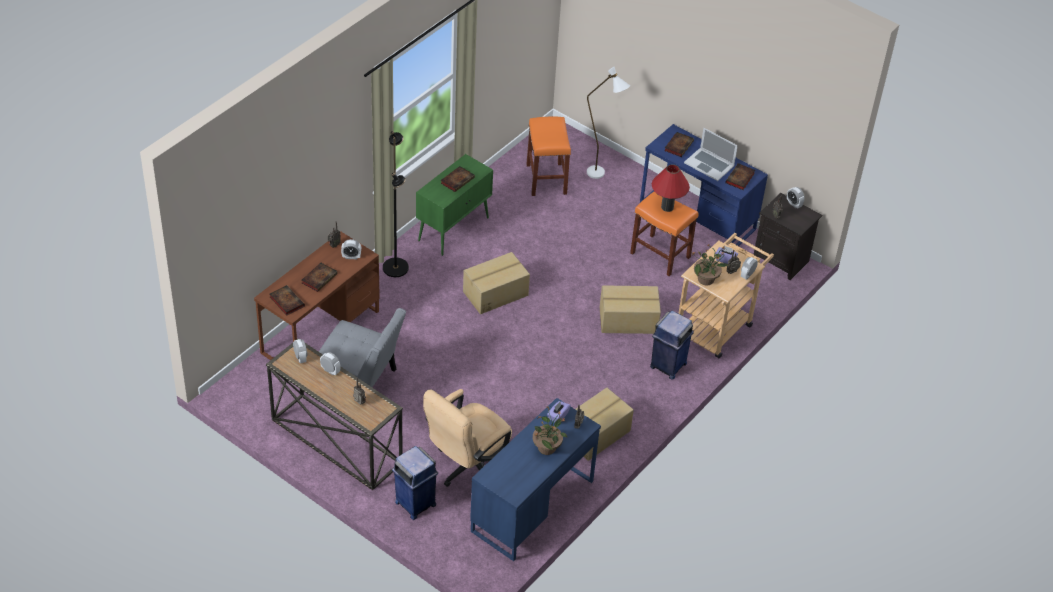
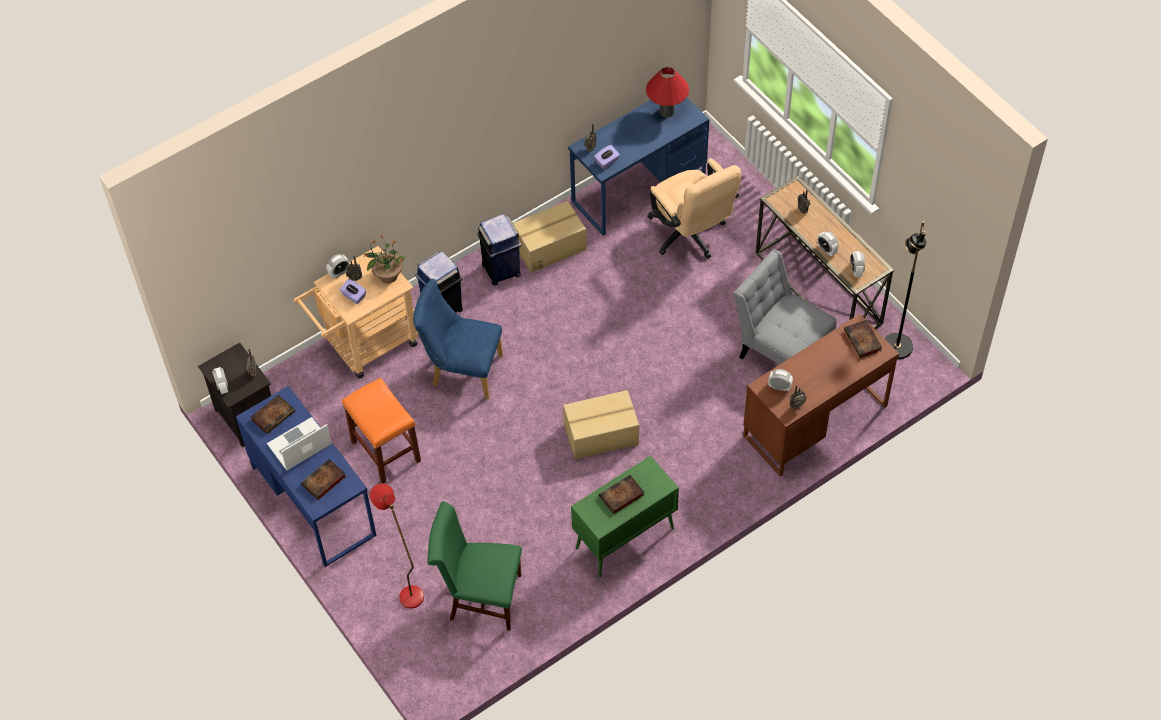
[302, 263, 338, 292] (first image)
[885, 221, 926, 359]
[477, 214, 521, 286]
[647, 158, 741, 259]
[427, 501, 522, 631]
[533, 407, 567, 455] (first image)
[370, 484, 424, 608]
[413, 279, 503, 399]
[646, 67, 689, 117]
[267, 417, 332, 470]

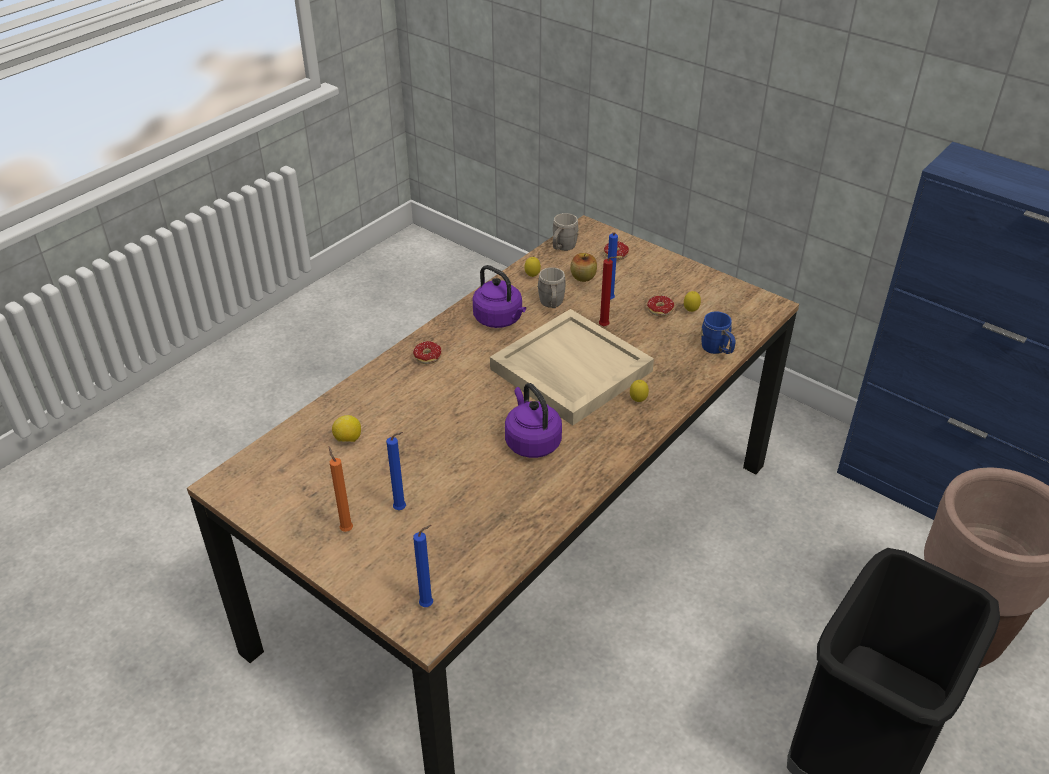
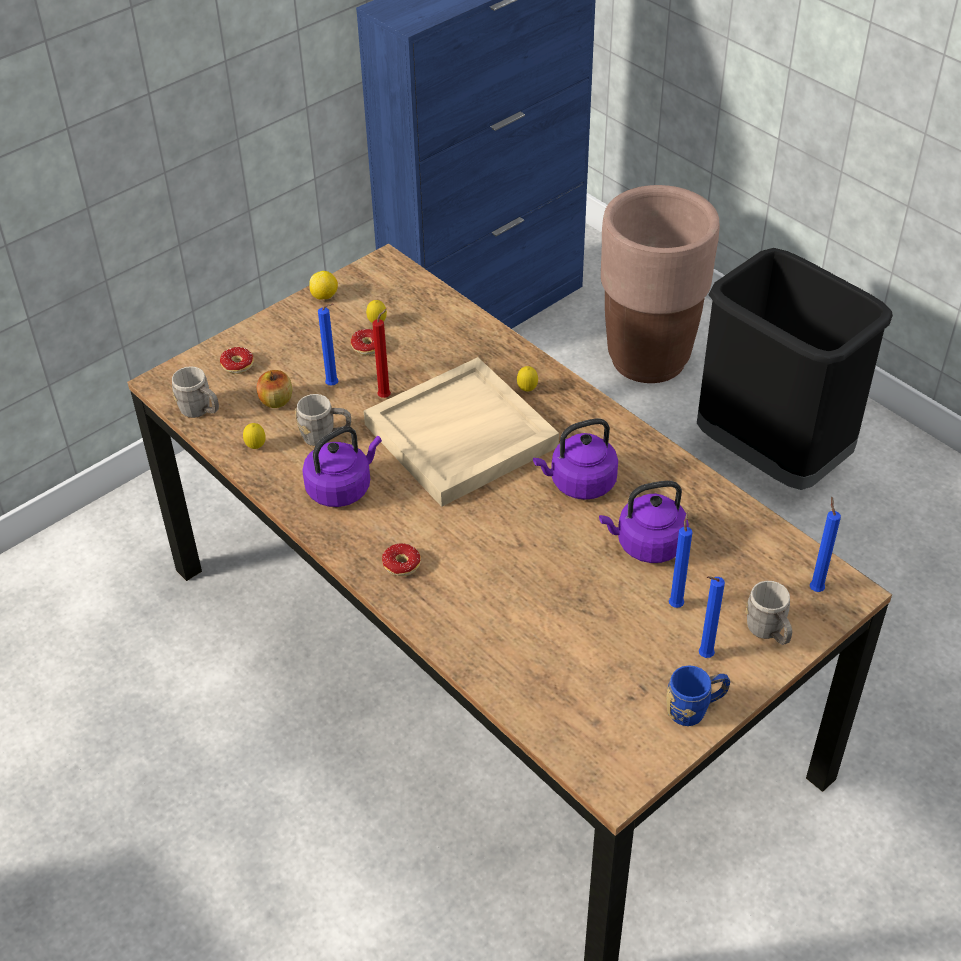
[699, 576, 725, 658]
[309, 271, 338, 300]
[666, 665, 730, 726]
[599, 481, 689, 563]
[745, 581, 792, 645]

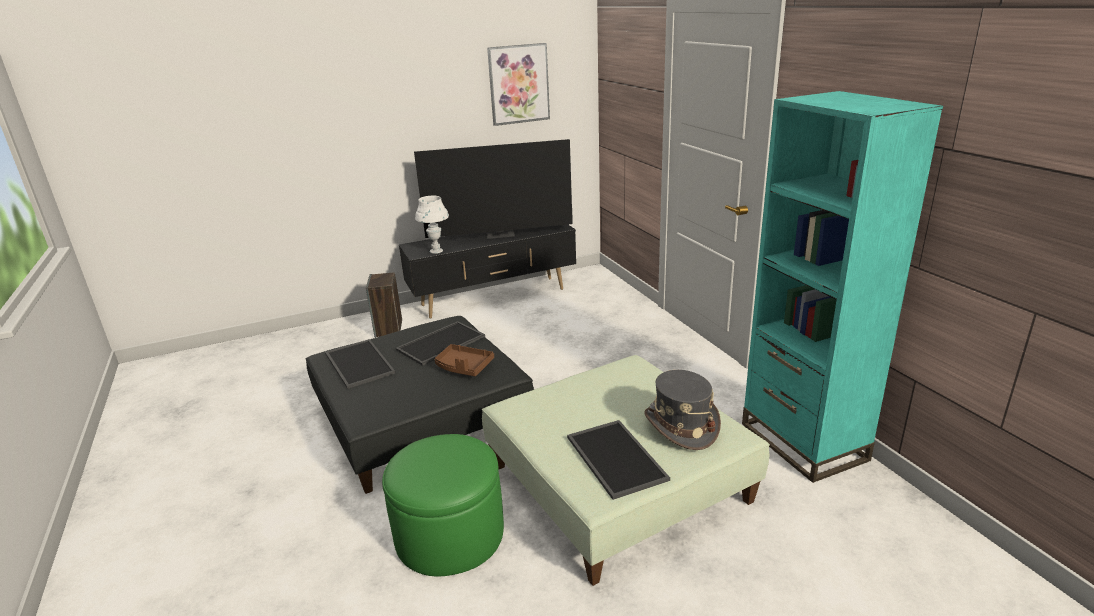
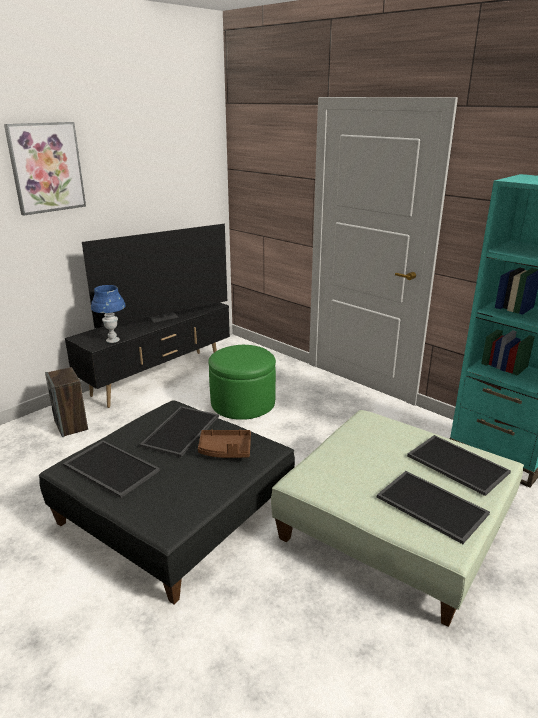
[208, 345, 276, 420]
[91, 285, 126, 343]
[4, 122, 86, 215]
[407, 435, 511, 496]

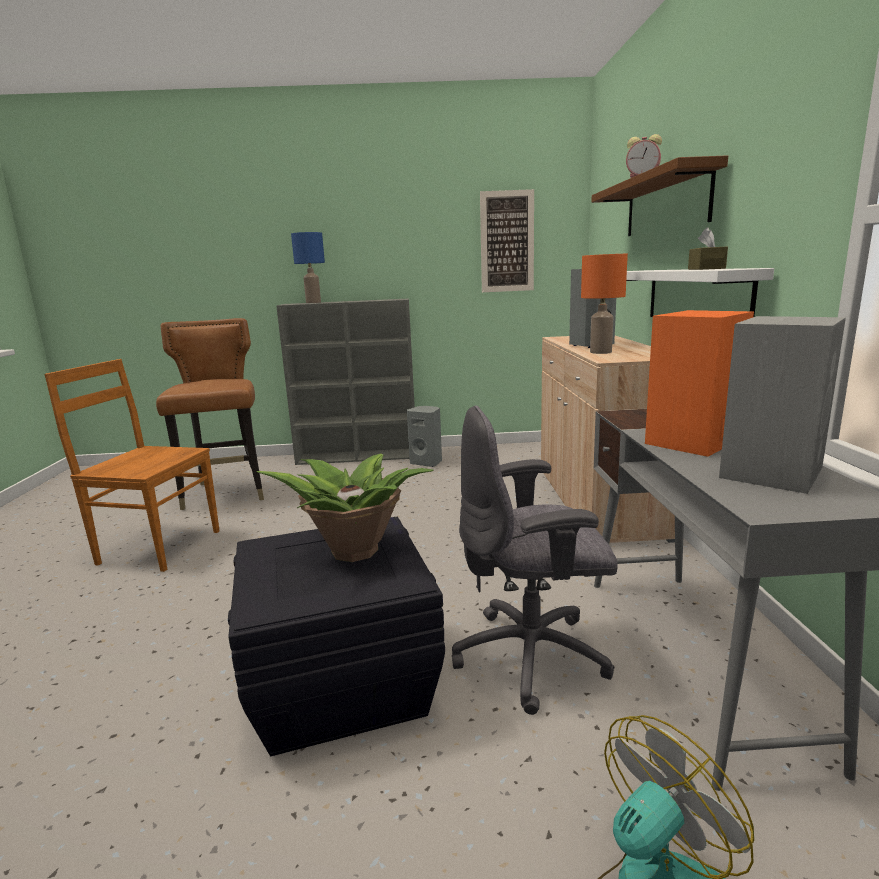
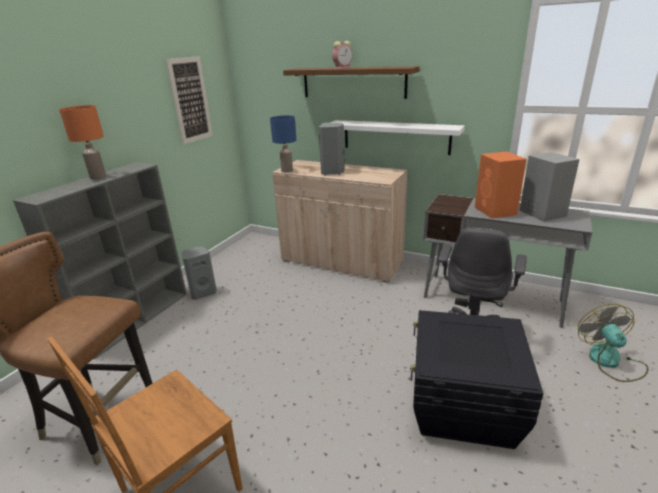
[257, 454, 433, 562] (first image)
[270, 115, 296, 173]
[59, 105, 106, 180]
[688, 227, 728, 270] (first image)

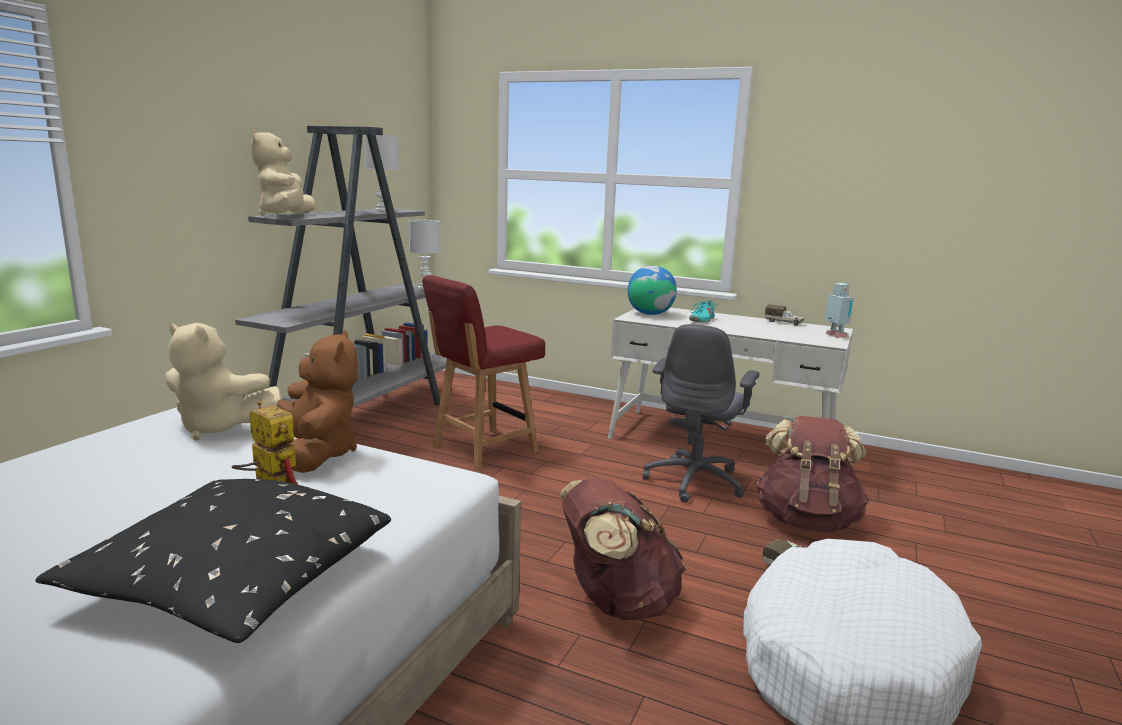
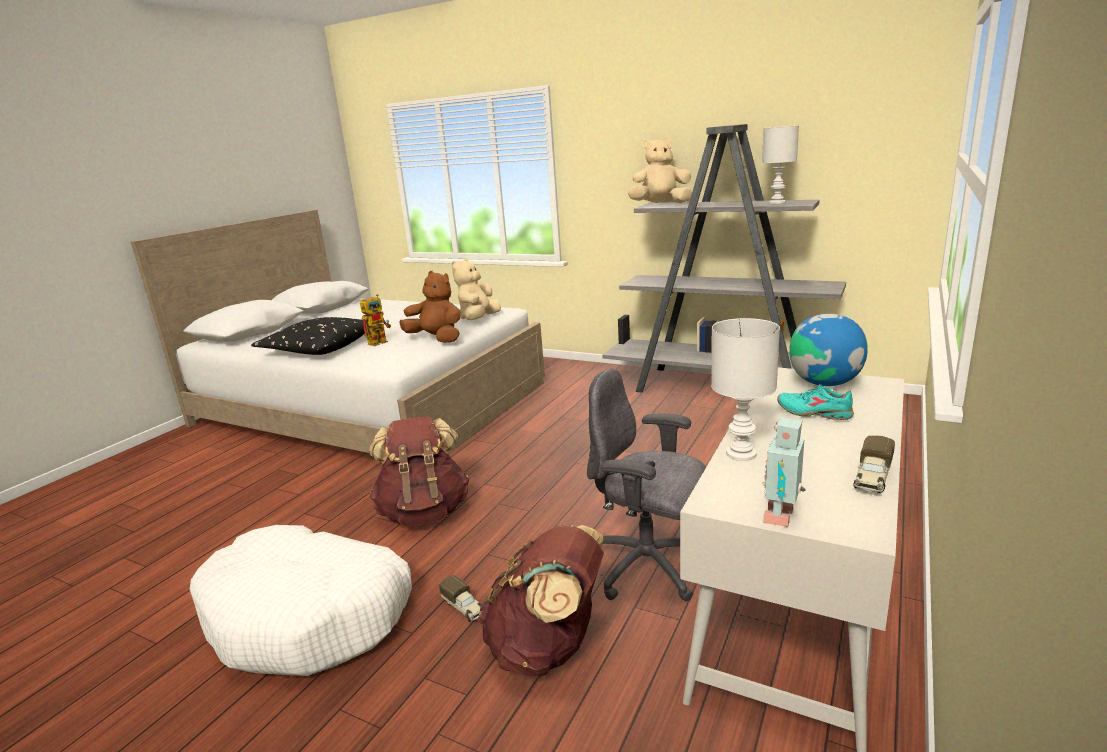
[400, 271, 461, 343]
[711, 318, 780, 461]
[422, 275, 545, 471] (first image)
[762, 417, 805, 527]

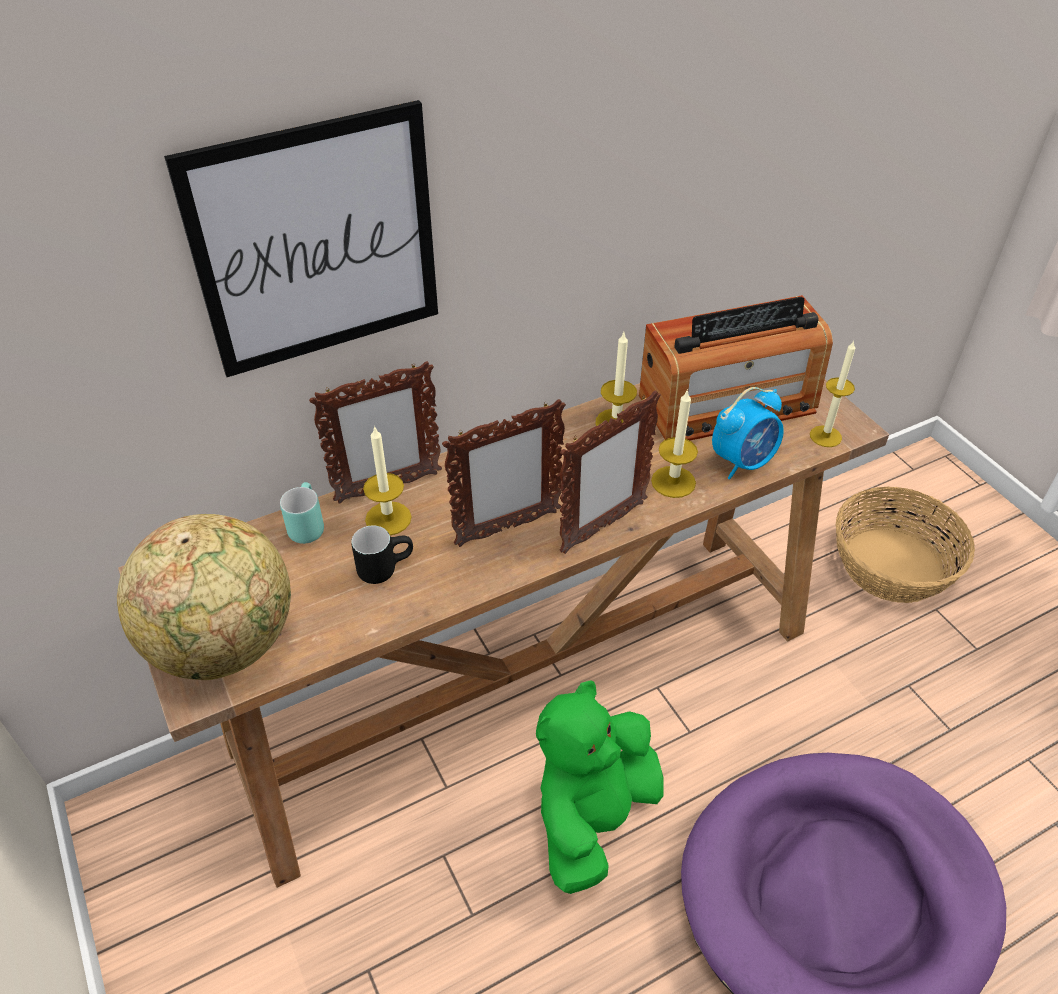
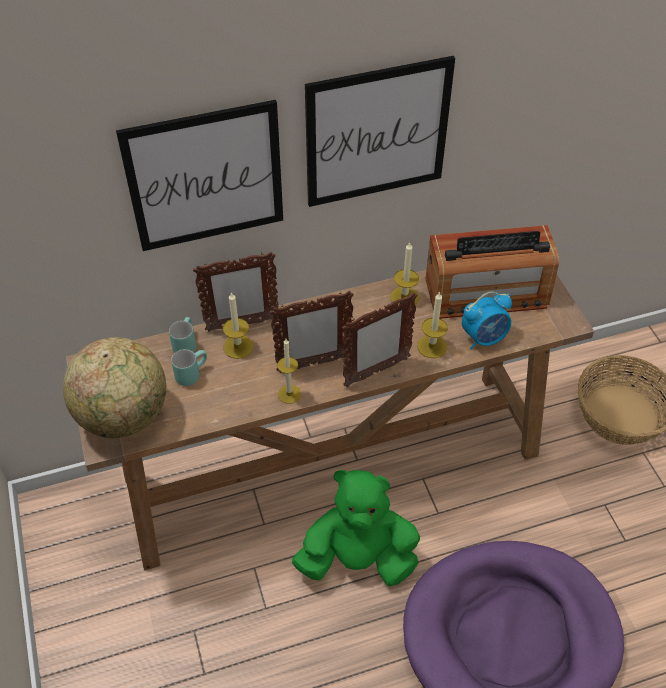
[351, 526, 413, 584] (first image)
[292, 470, 420, 586]
[277, 339, 301, 404]
[171, 349, 207, 386]
[305, 56, 455, 207]

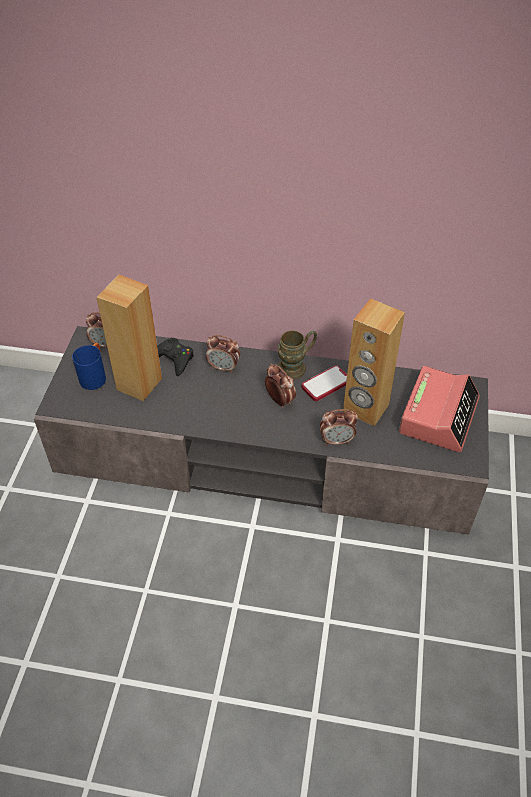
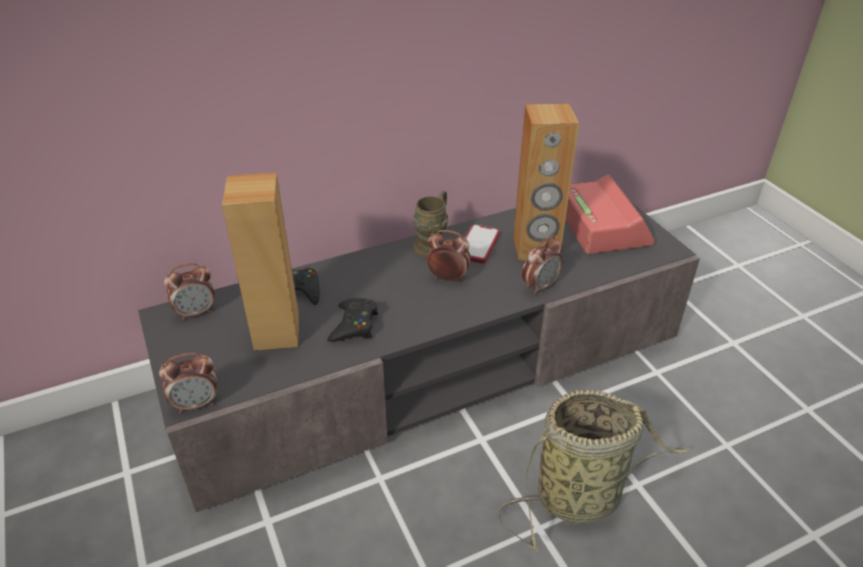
[72, 343, 106, 390] (first image)
[159, 353, 217, 413]
[327, 298, 378, 342]
[497, 390, 690, 552]

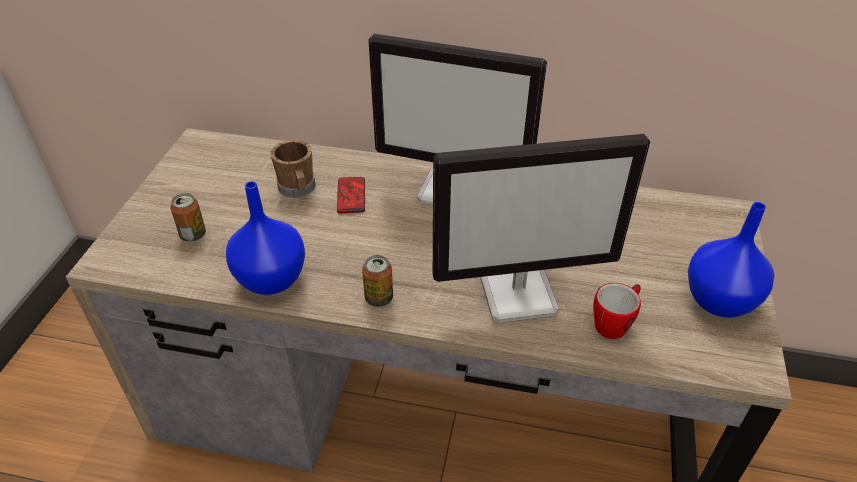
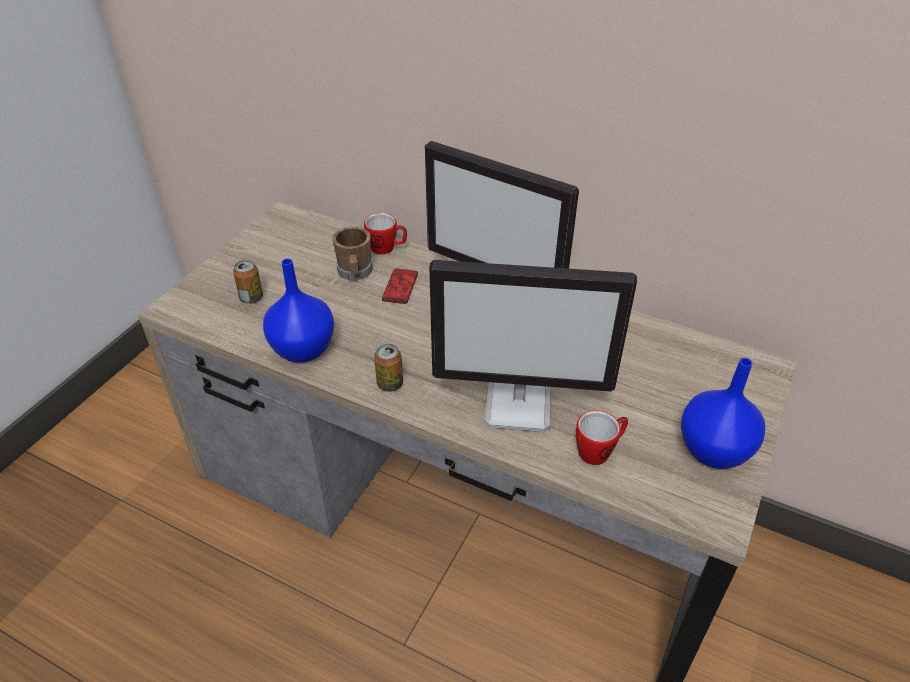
[364, 213, 407, 255]

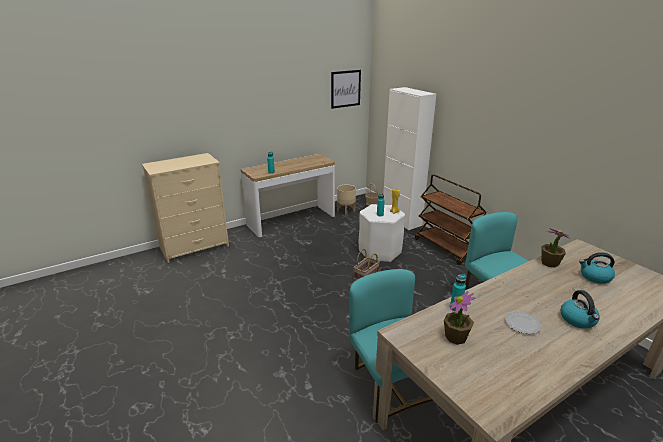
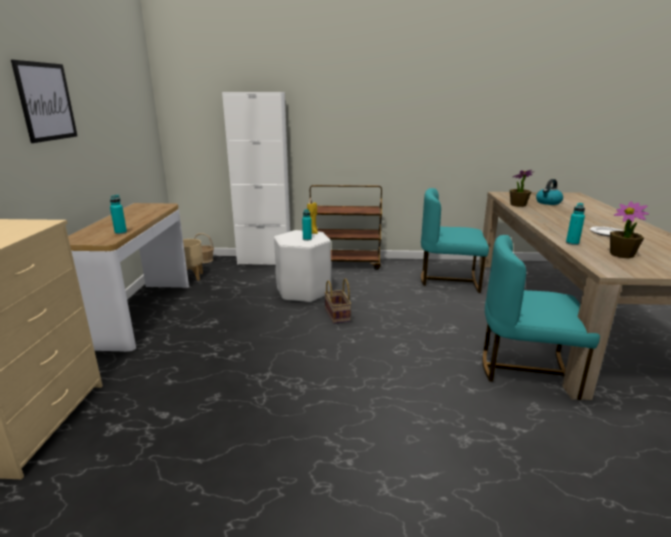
[11, 60, 77, 143]
[561, 290, 600, 329] (first image)

